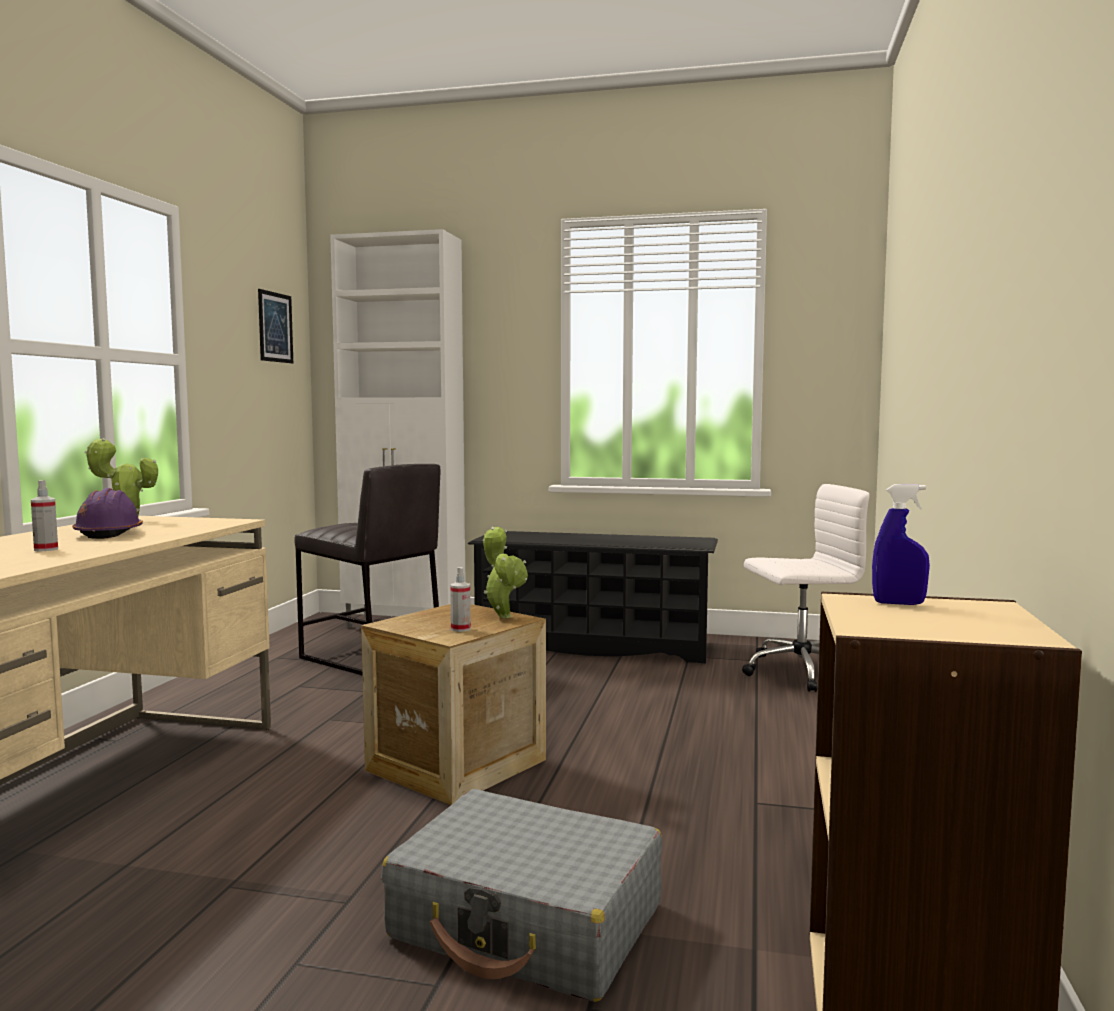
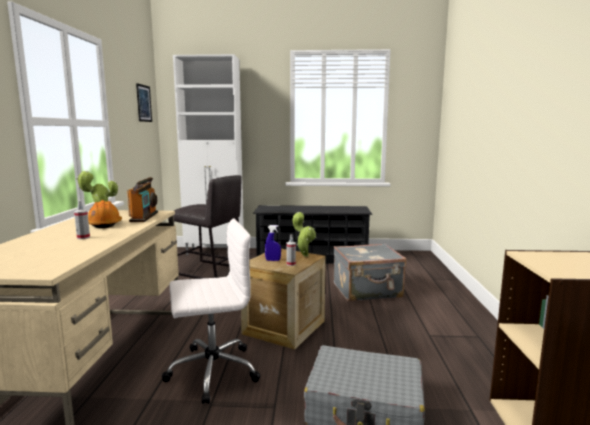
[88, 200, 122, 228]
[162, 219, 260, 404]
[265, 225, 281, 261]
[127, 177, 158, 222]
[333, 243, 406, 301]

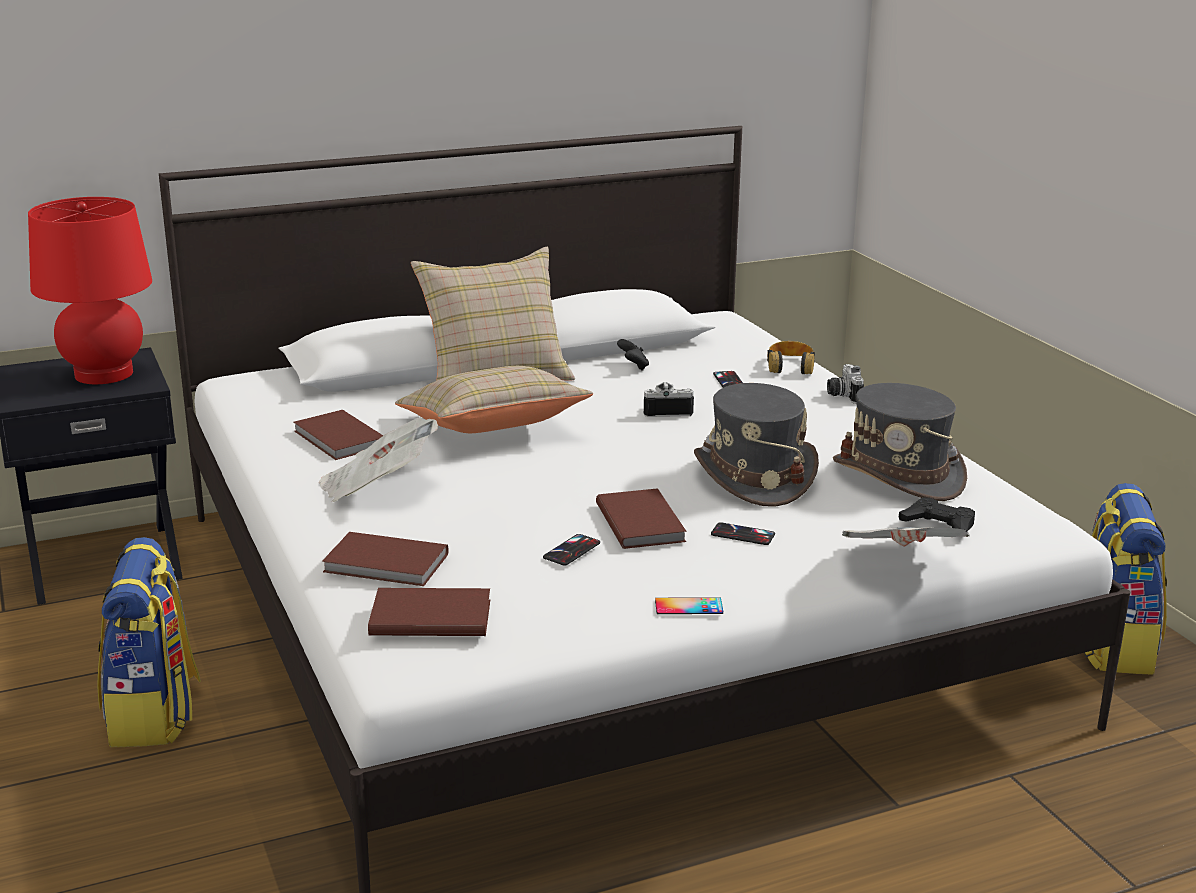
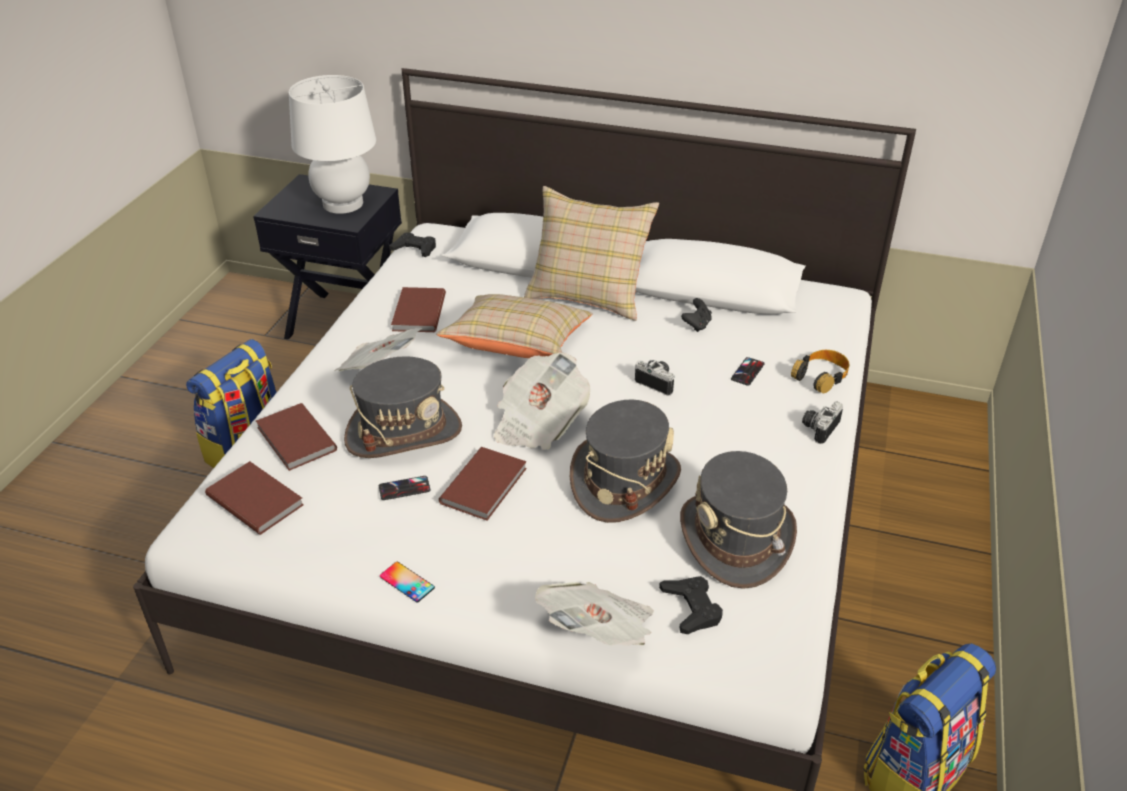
[289, 75, 376, 214]
[711, 522, 775, 545] (first image)
[344, 356, 462, 458]
[389, 232, 436, 257]
[494, 353, 590, 450]

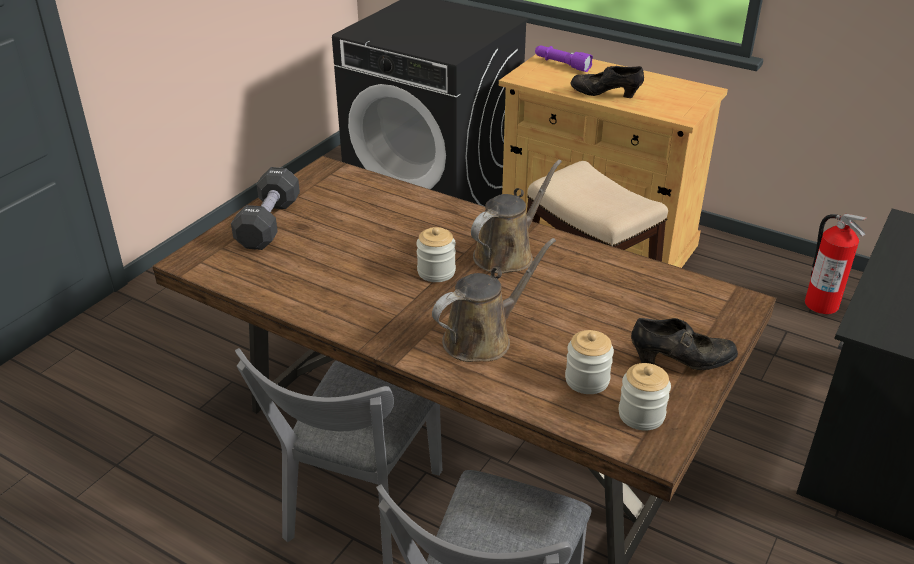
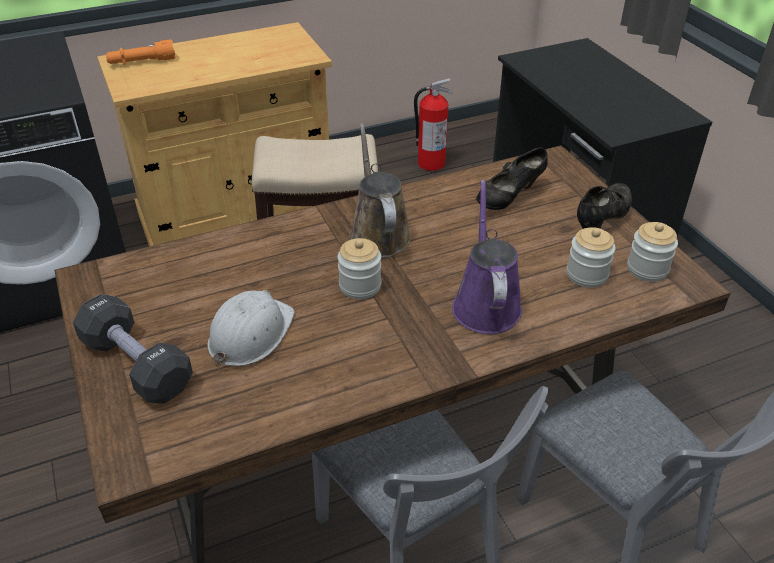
[452, 180, 522, 334]
[106, 39, 176, 65]
[476, 148, 548, 210]
[207, 290, 295, 366]

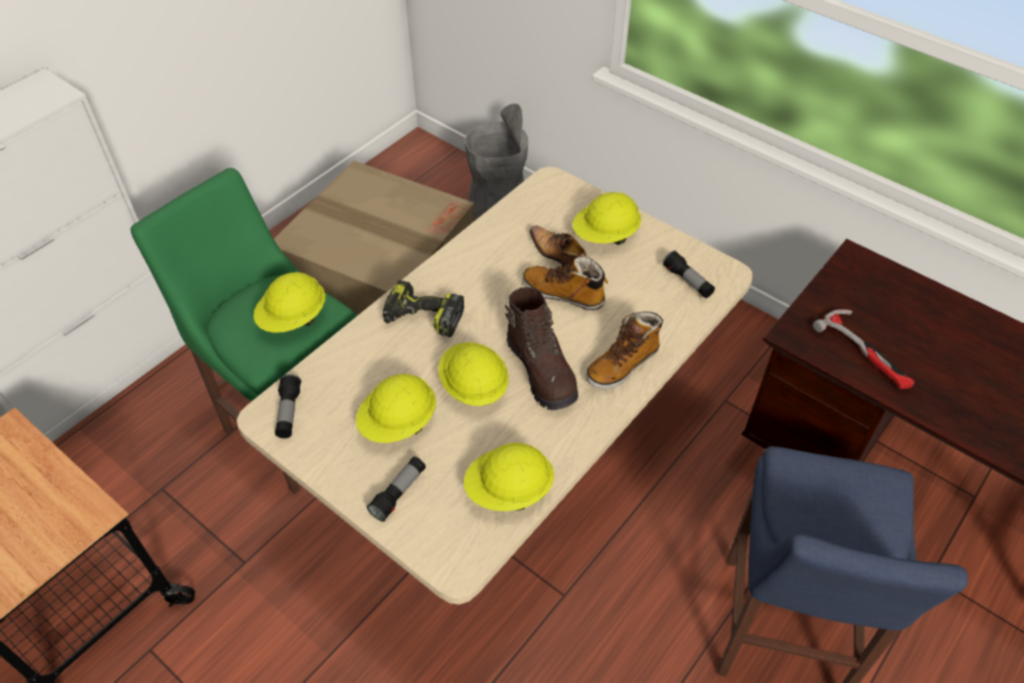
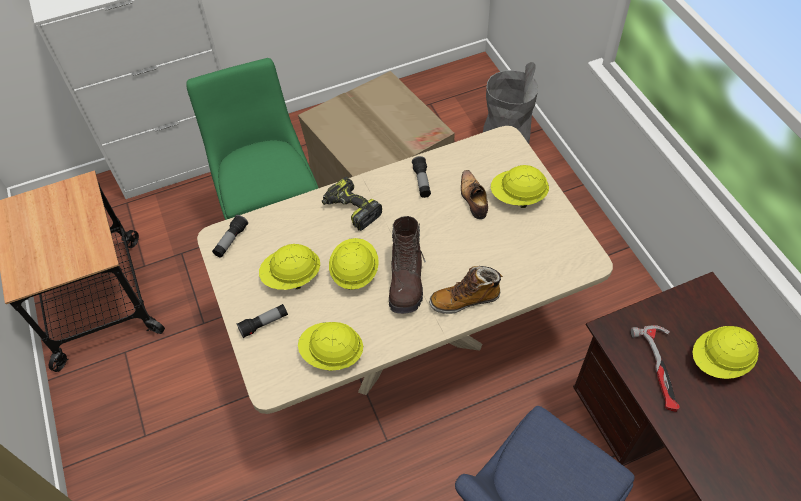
[693, 326, 759, 379]
[522, 254, 608, 311] (first image)
[412, 156, 431, 198]

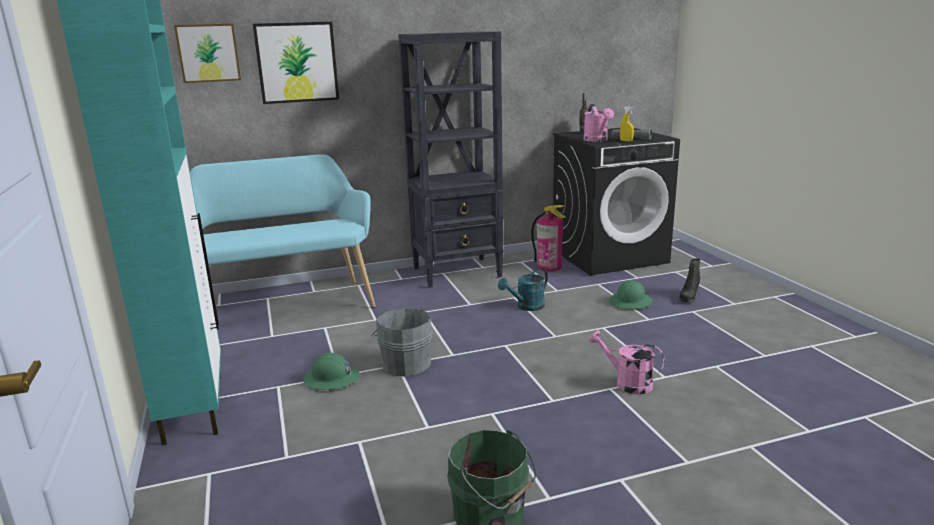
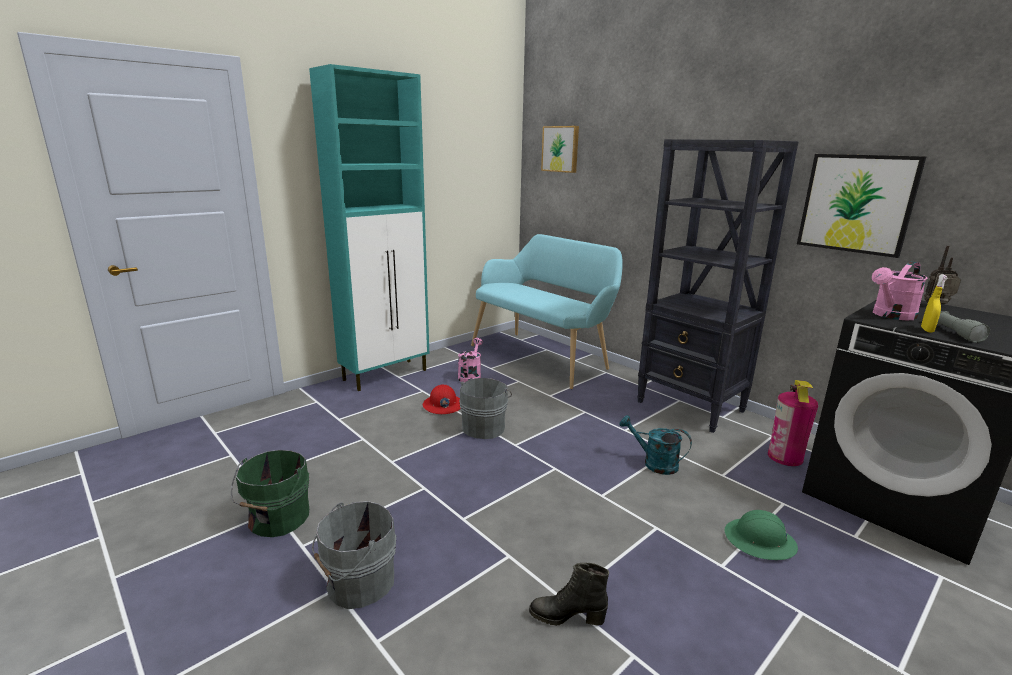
[797, 154, 926, 258]
[423, 384, 461, 414]
[458, 338, 483, 383]
[529, 563, 609, 626]
[312, 501, 396, 609]

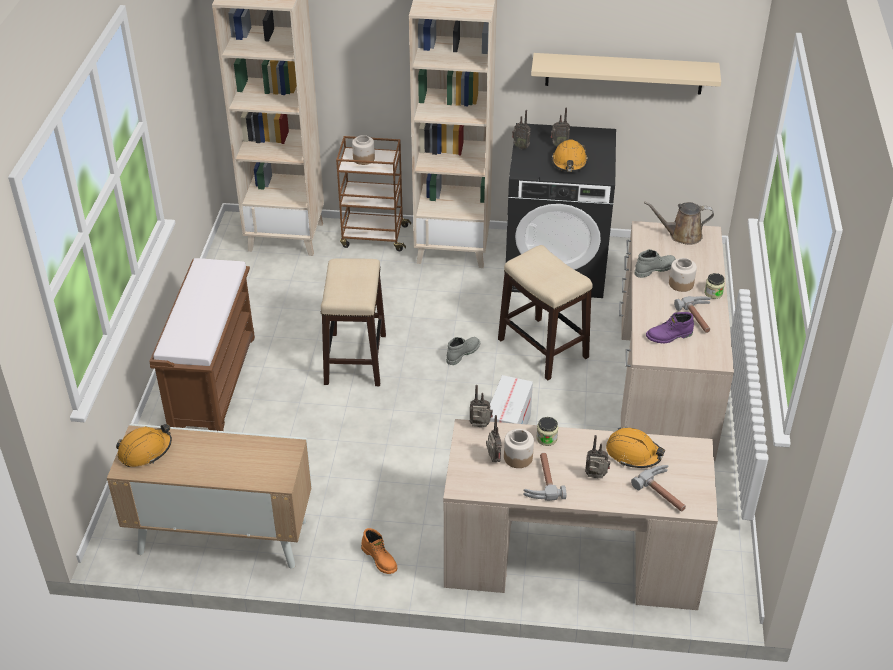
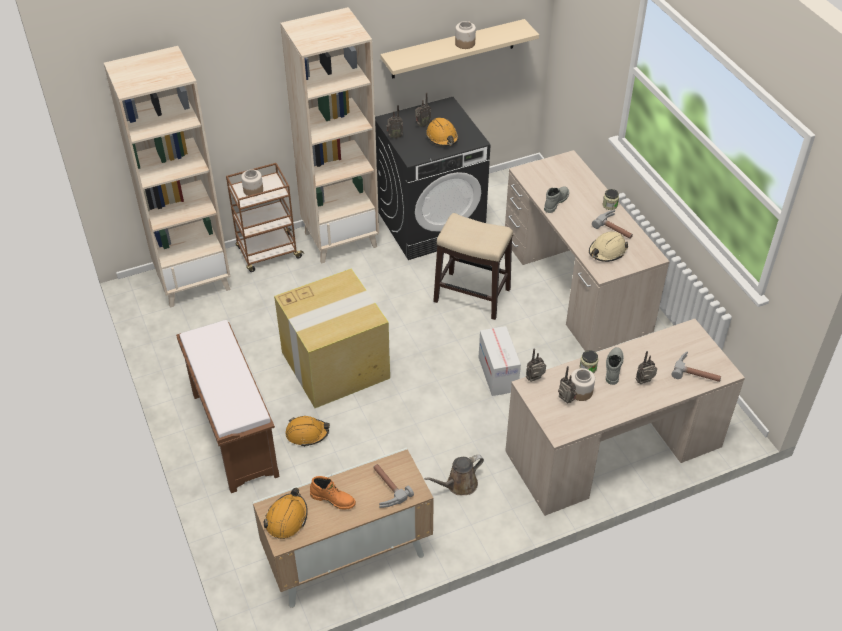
[274, 269, 390, 408]
[310, 476, 356, 510]
[606, 347, 624, 385]
[373, 464, 414, 508]
[286, 416, 330, 447]
[424, 455, 484, 495]
[589, 231, 628, 262]
[455, 21, 476, 49]

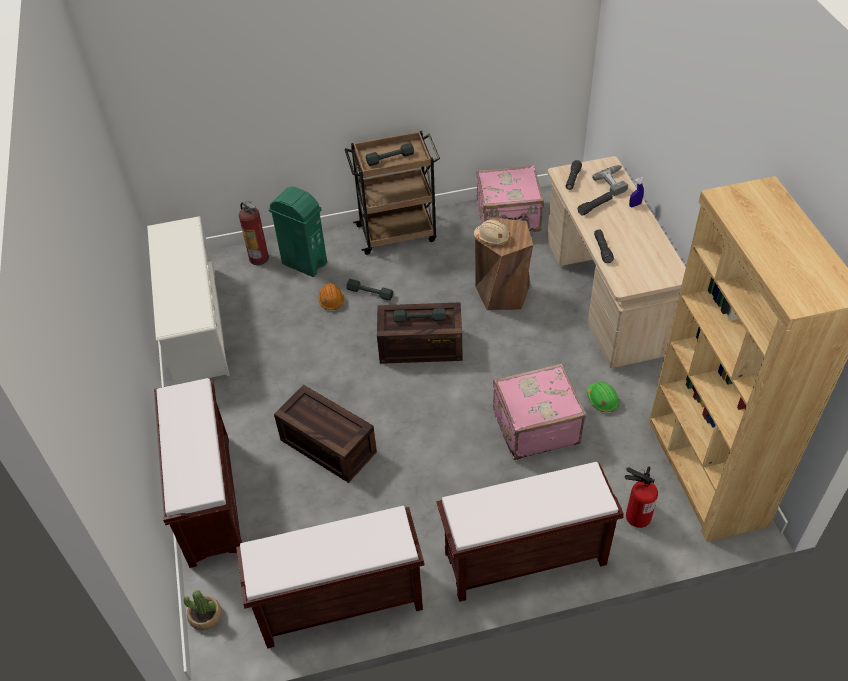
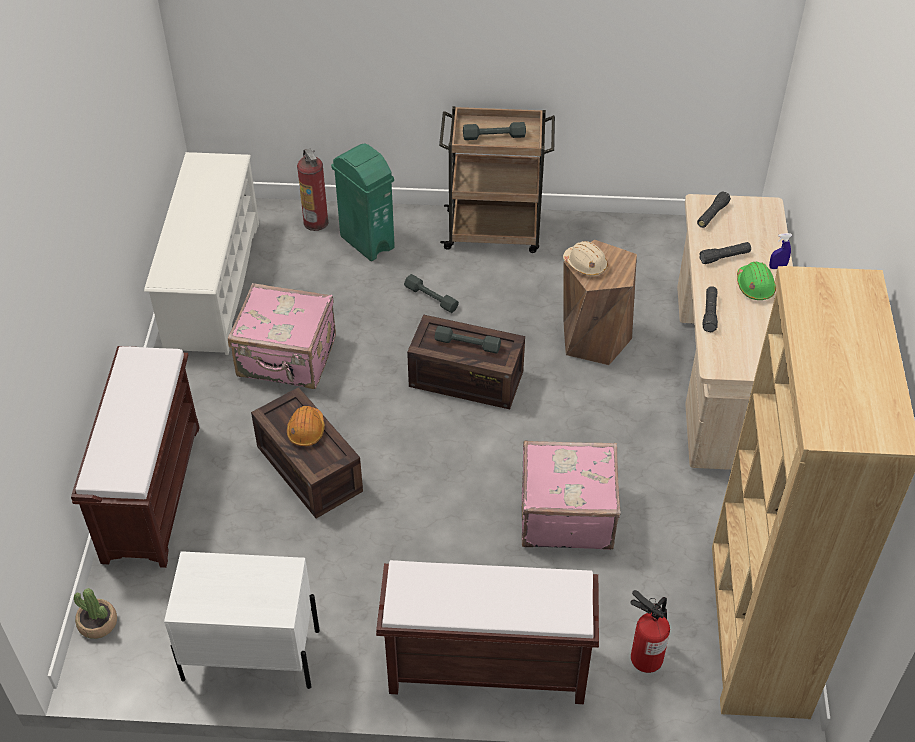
[164, 551, 320, 689]
[287, 406, 325, 446]
[228, 283, 336, 389]
[737, 262, 776, 300]
[592, 165, 628, 196] (first image)

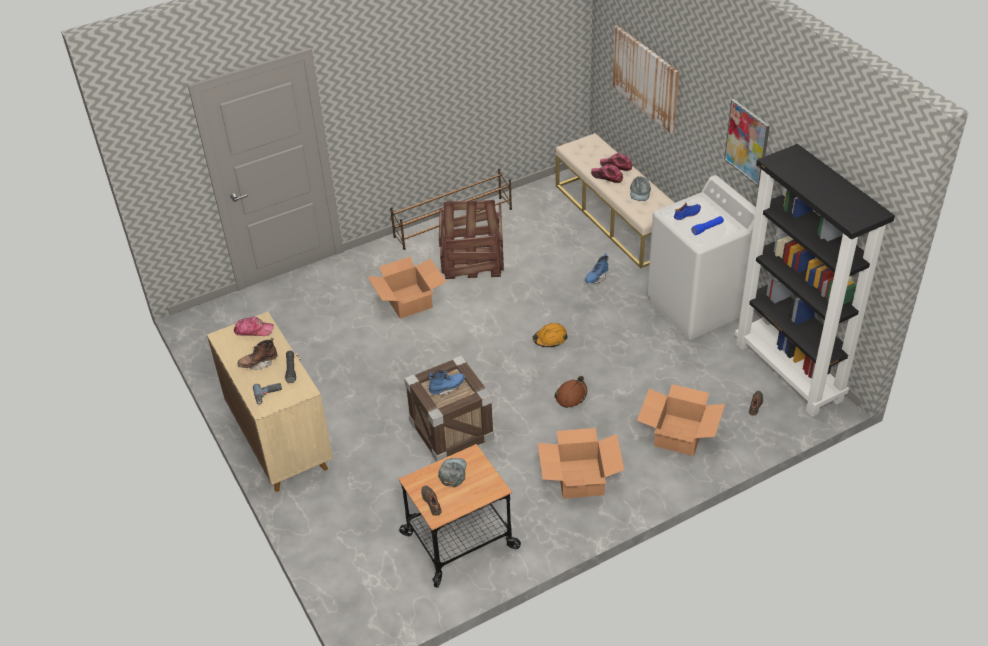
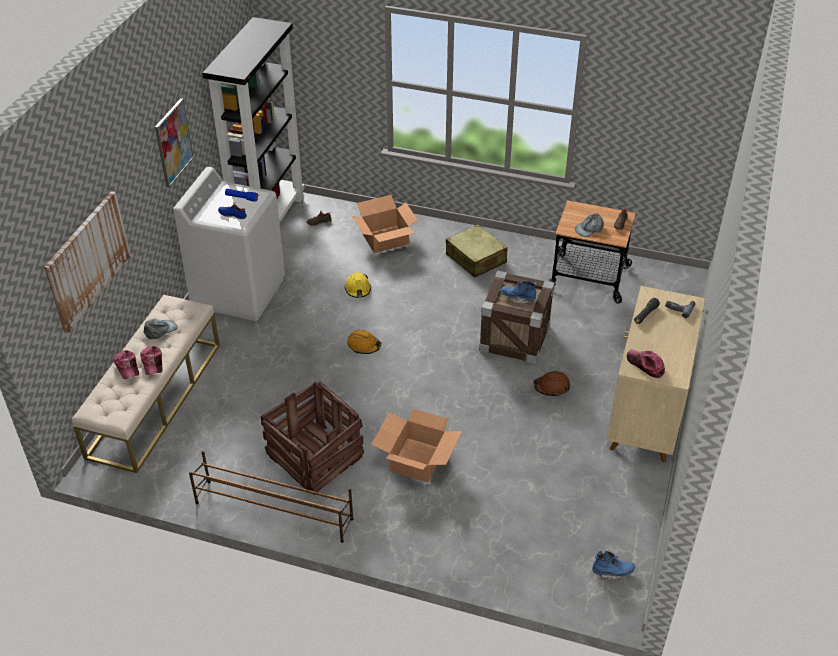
[237, 338, 278, 370] (first image)
[446, 224, 508, 278]
[533, 371, 570, 397]
[592, 551, 635, 580]
[345, 272, 371, 298]

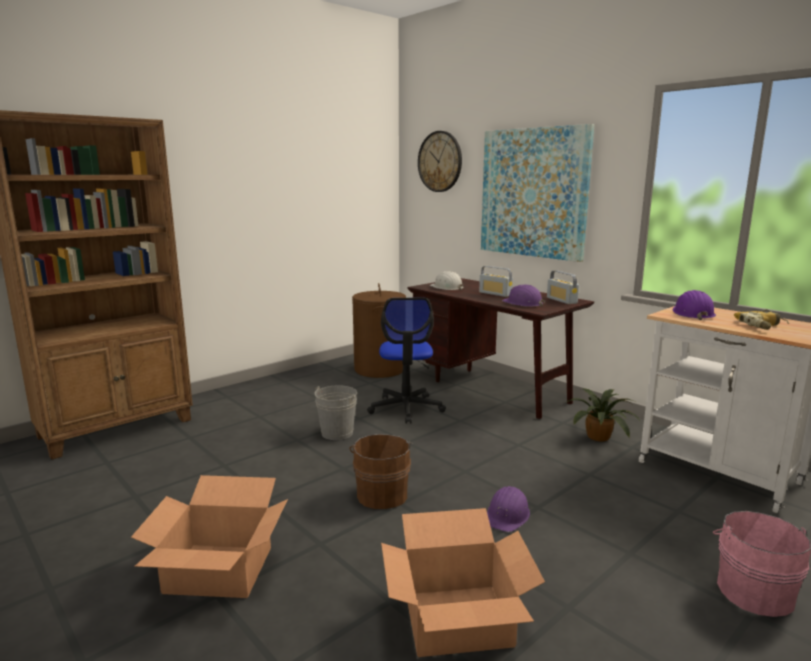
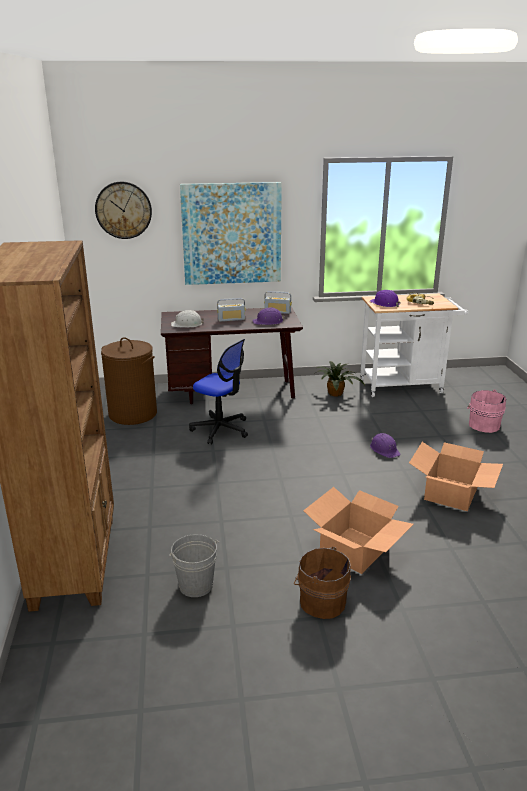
[169, 534, 219, 597]
[294, 547, 351, 619]

